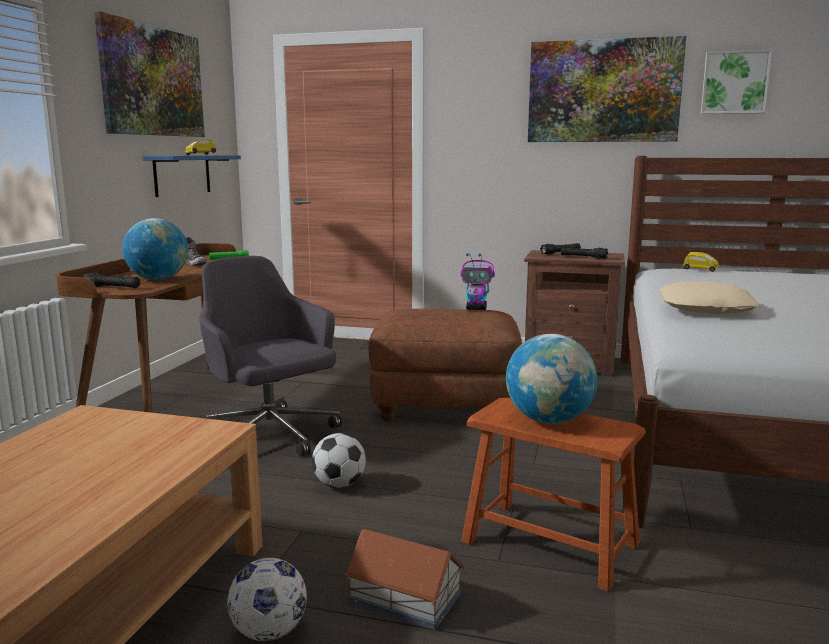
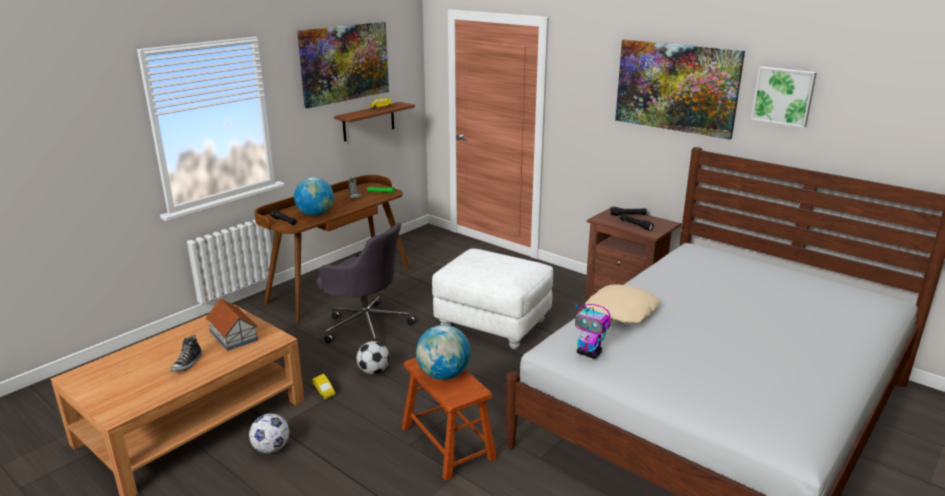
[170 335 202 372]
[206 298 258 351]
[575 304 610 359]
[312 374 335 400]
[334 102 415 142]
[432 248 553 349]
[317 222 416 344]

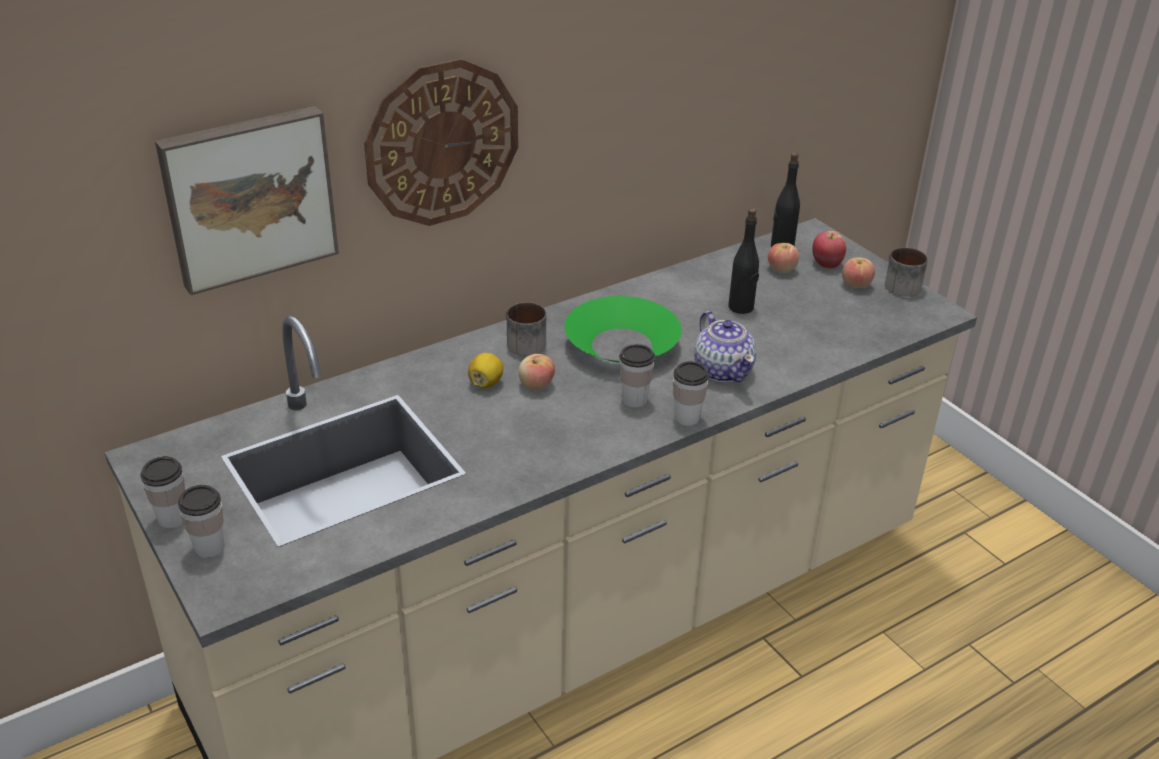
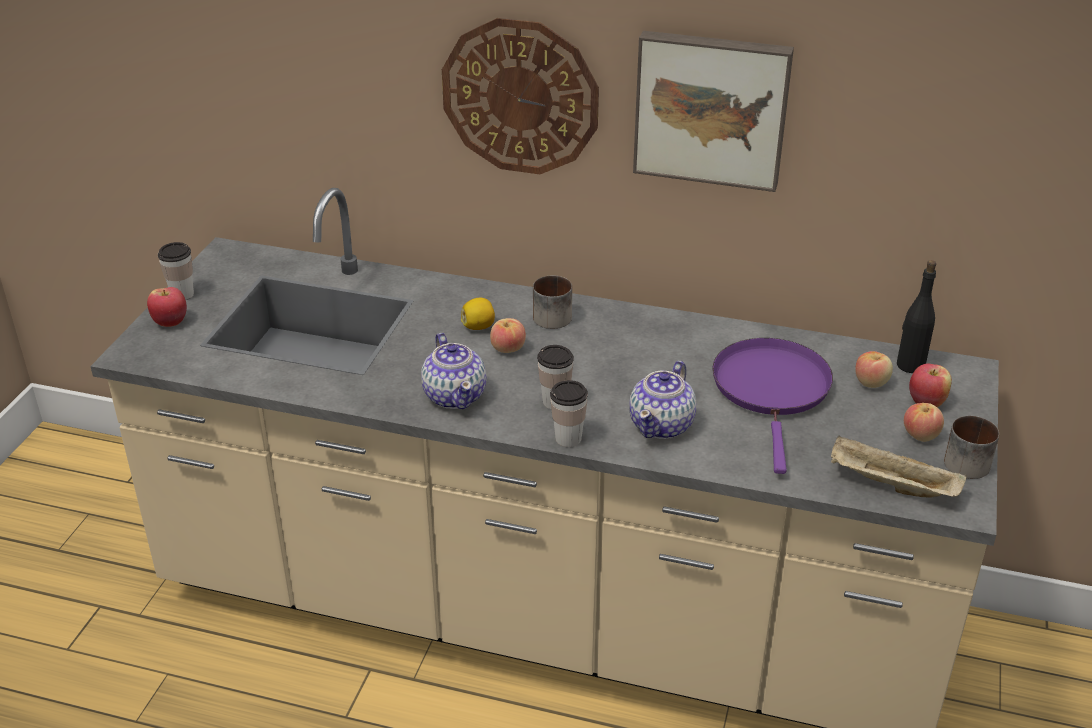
[564 296 682 363] (first image)
[421 333 486 409]
[831 435 967 498]
[633 31 794 192]
[147 287 187 327]
[712 338 833 474]

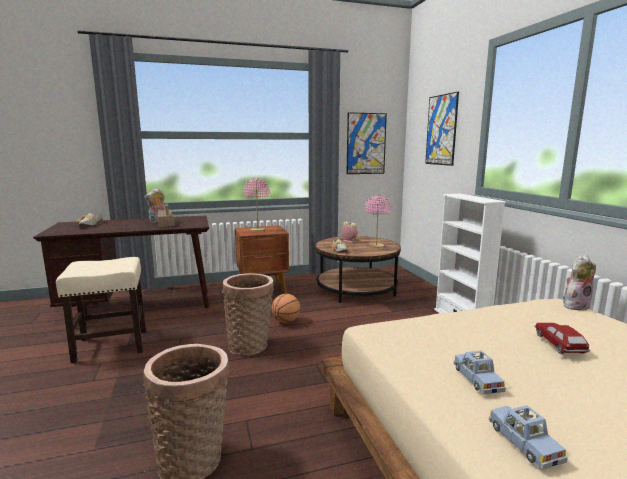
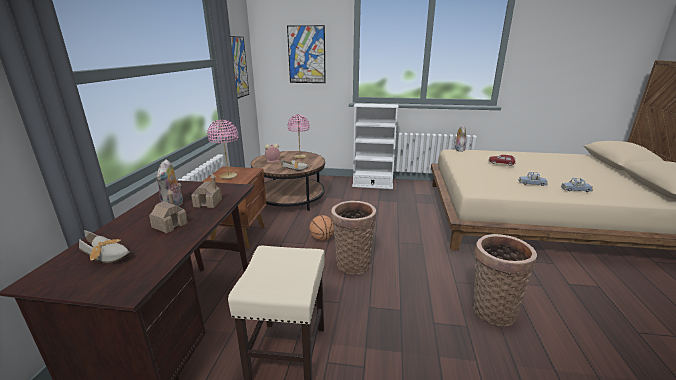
[149 189 187 233]

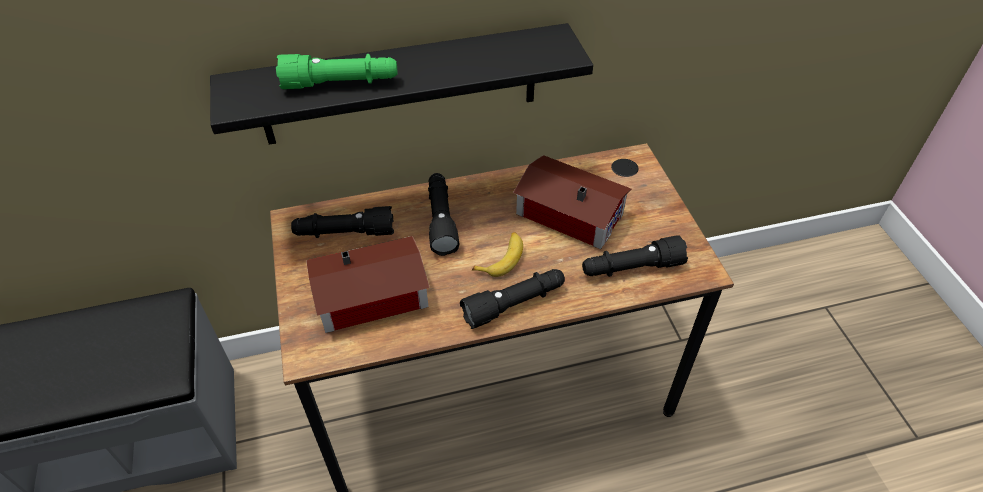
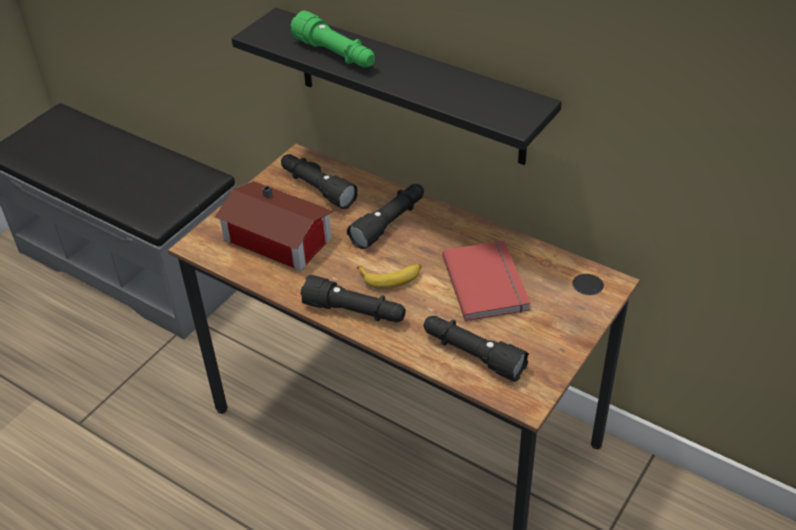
[442 240 531 321]

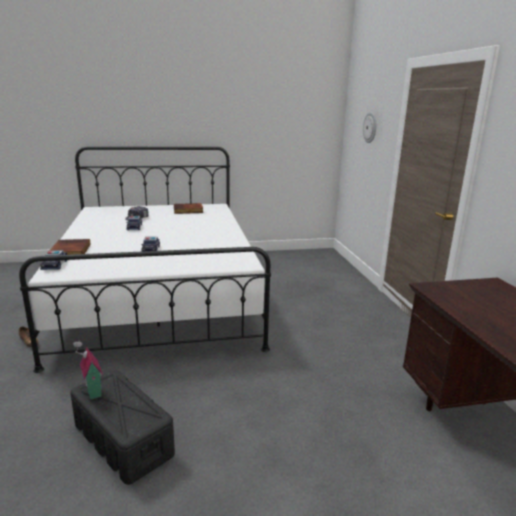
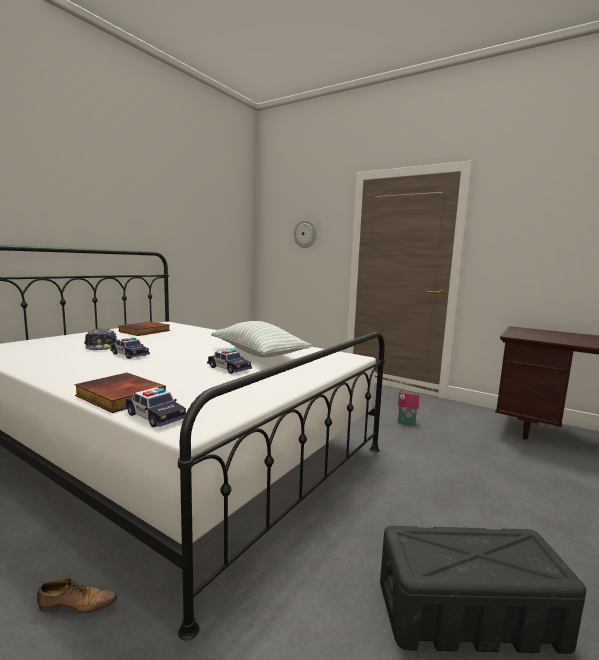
[211 321 312 357]
[397 388 419 425]

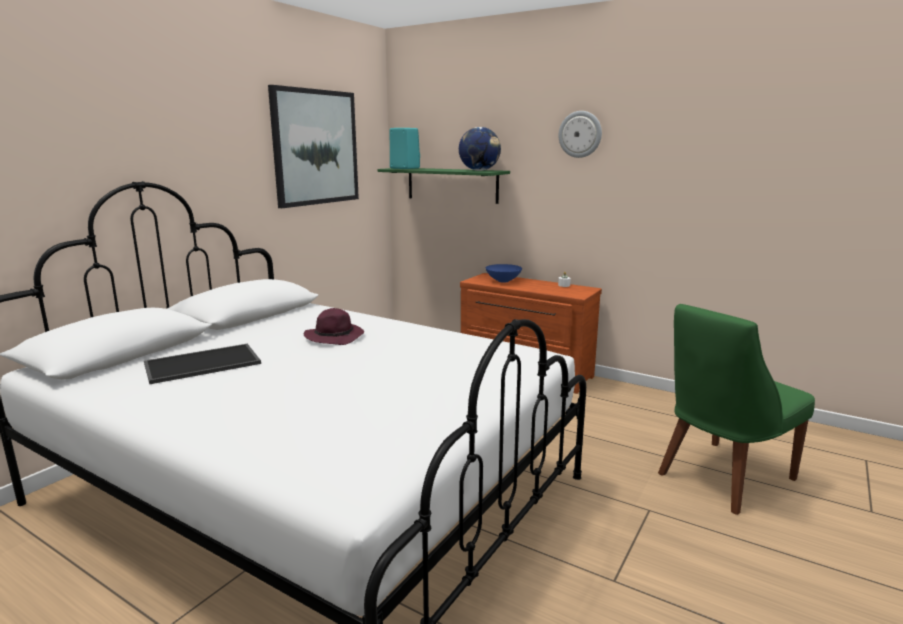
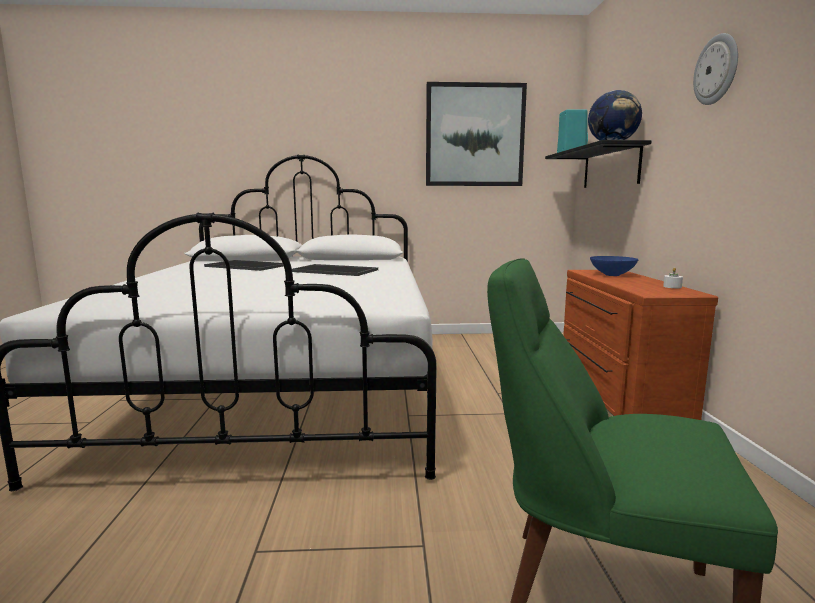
[292 264 378 276]
[545 140 652 188]

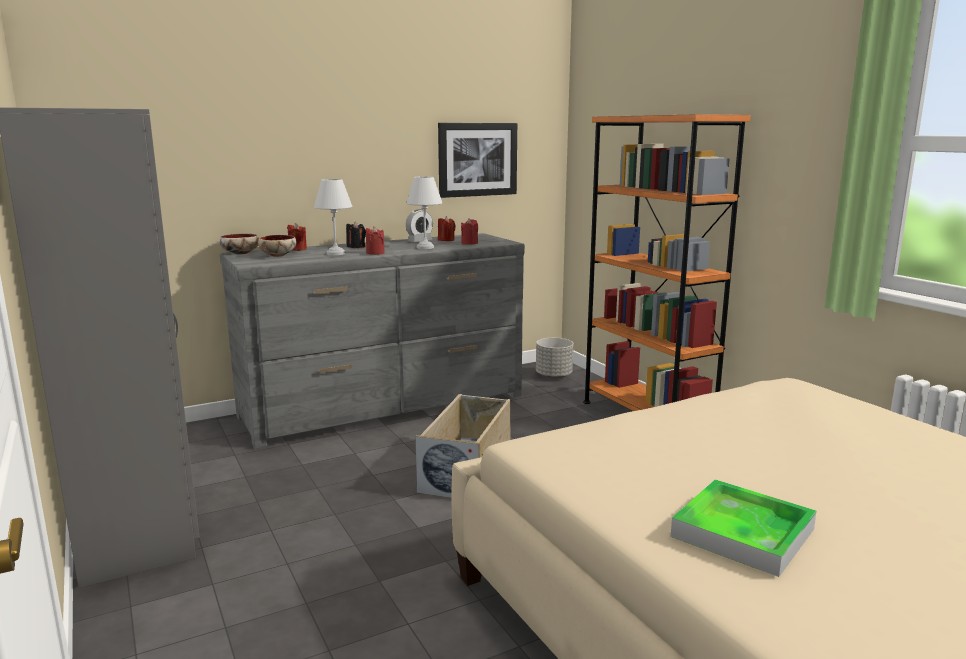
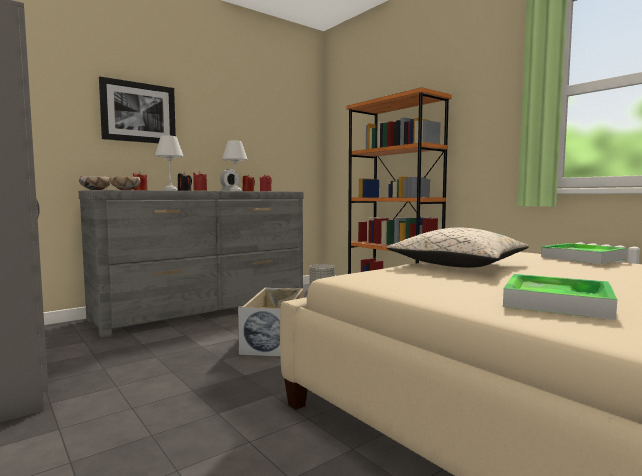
[387 227 529 268]
[541 243 627 264]
[99 77 176 143]

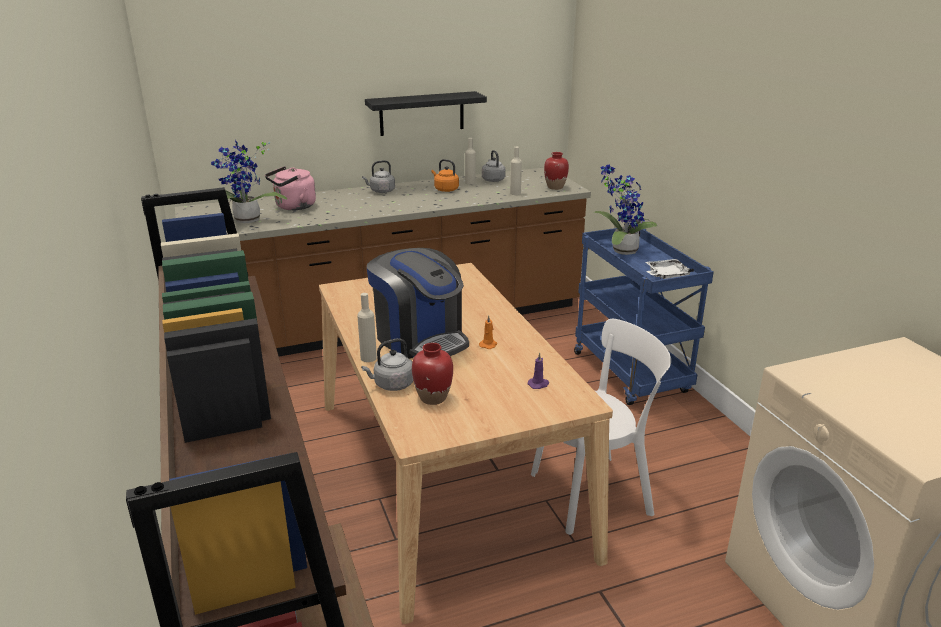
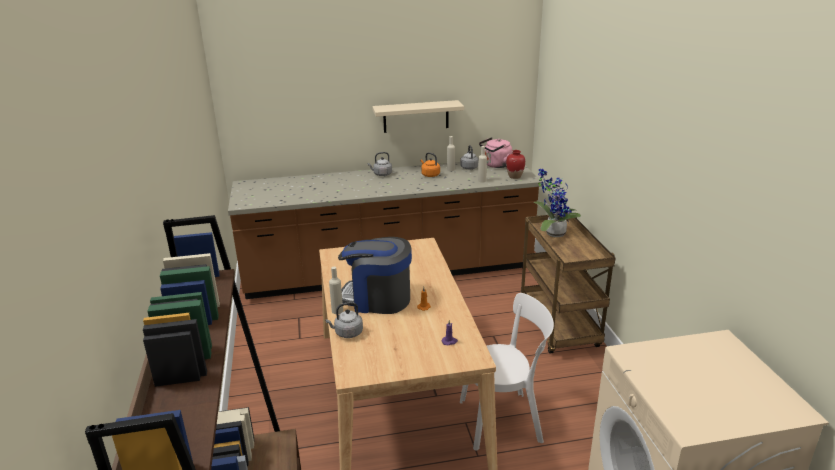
[211 140 288 223] (first image)
[412 343 453 405] (first image)
[646 259 694 279] (first image)
[479 137 512 168]
[372 100 464 133]
[521 213 615 354]
[338 237 412 314]

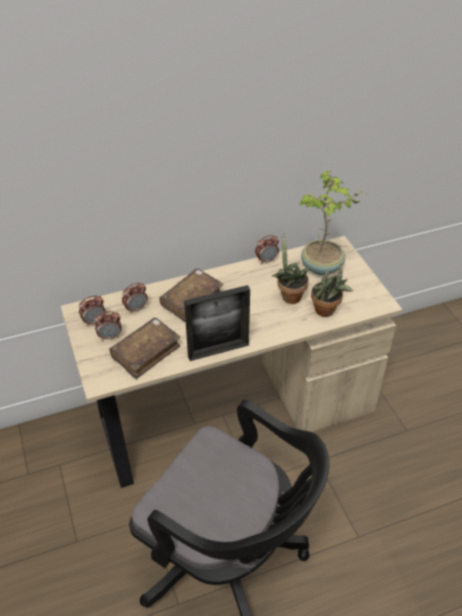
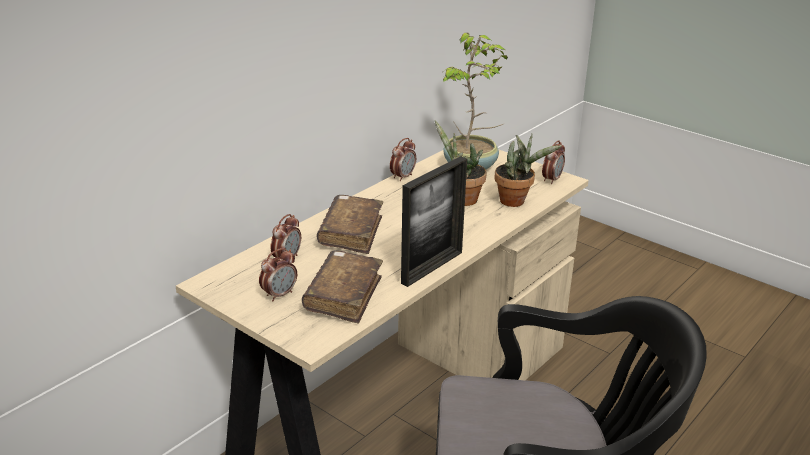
[542 140 565 184]

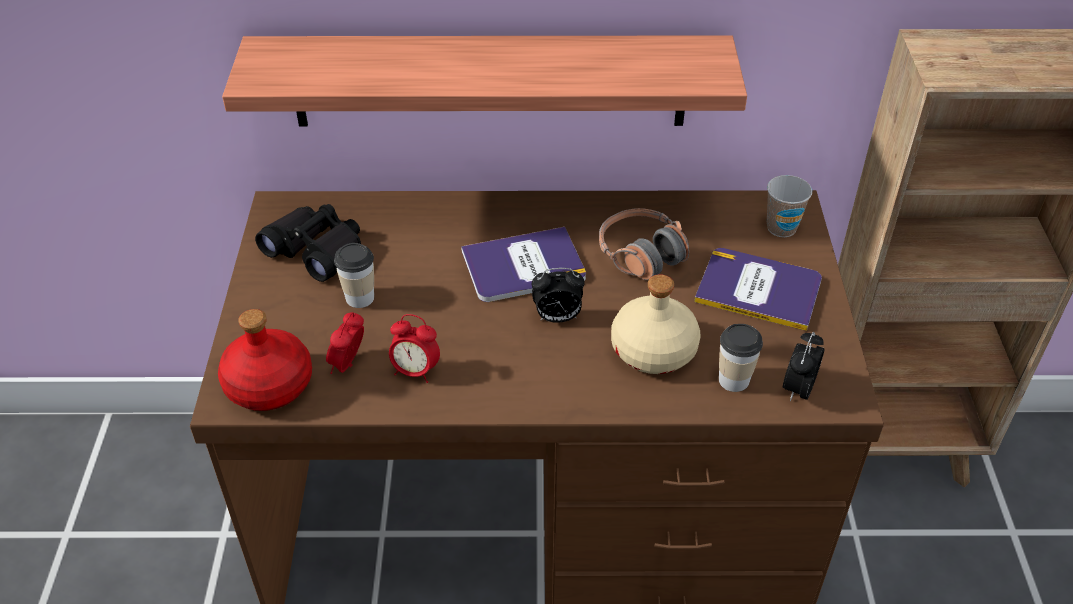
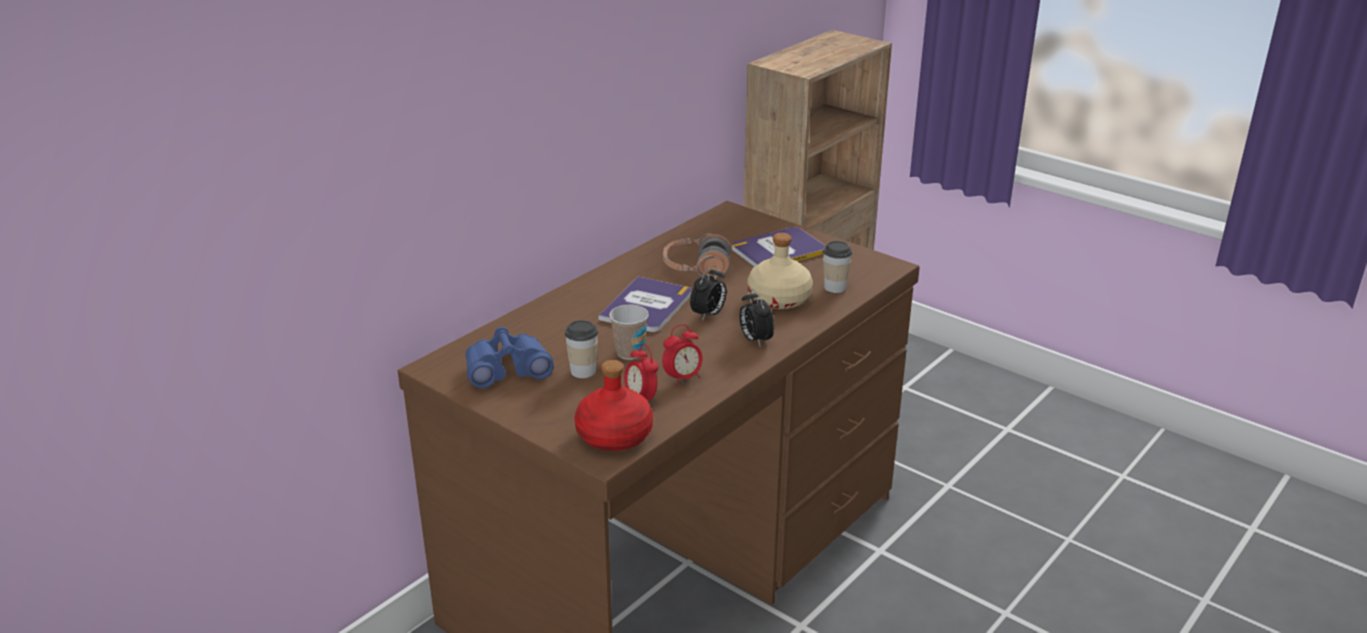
[222 35 747 127] (first image)
[609 305 649 360]
[739 289 774 347]
[466 327 554 388]

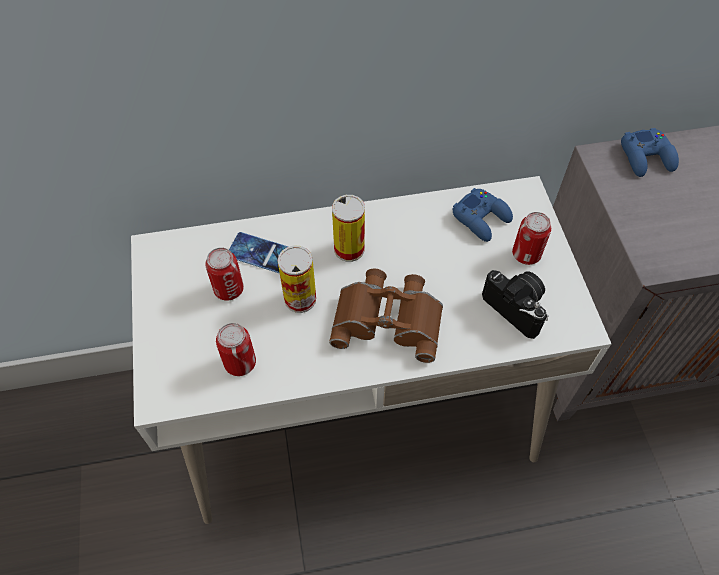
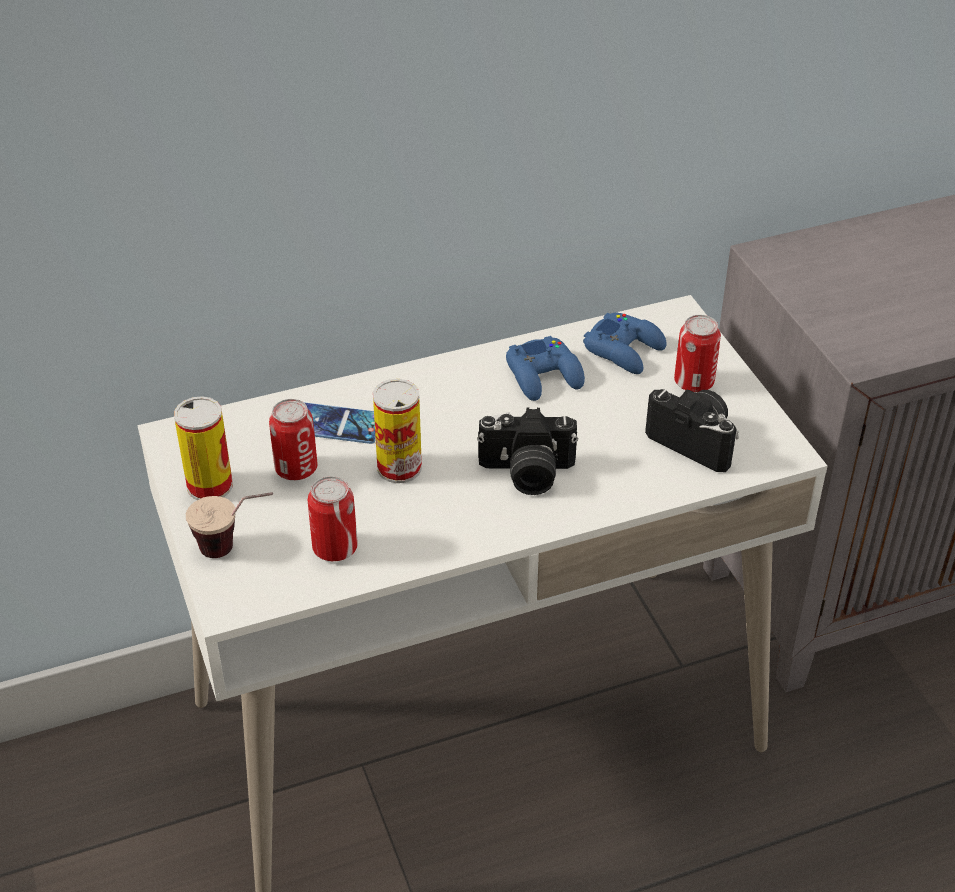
[186 492 273 558]
[174 396 233 500]
[506 336 585 401]
[477 408 578 495]

